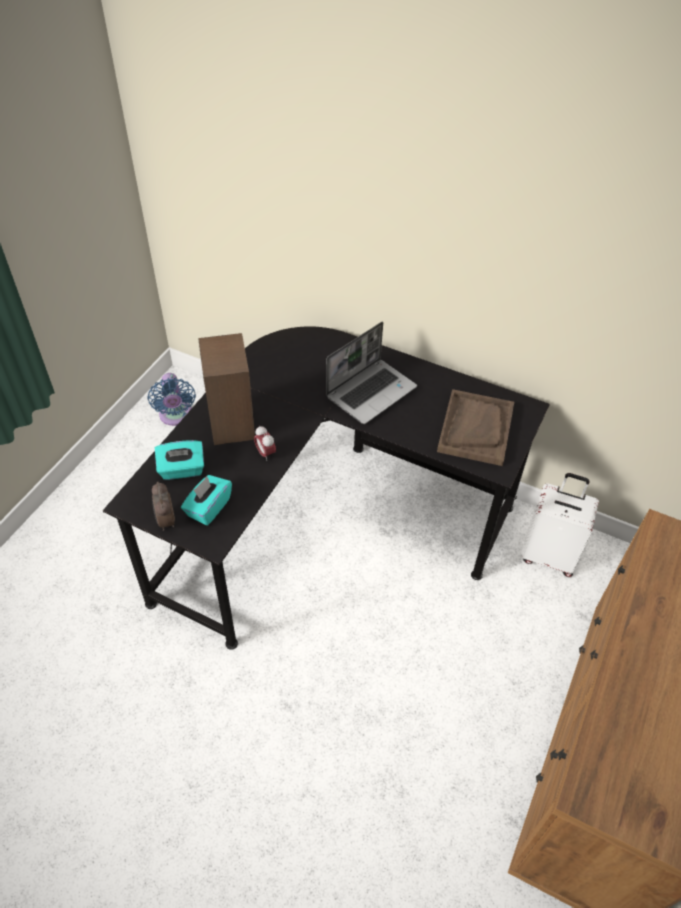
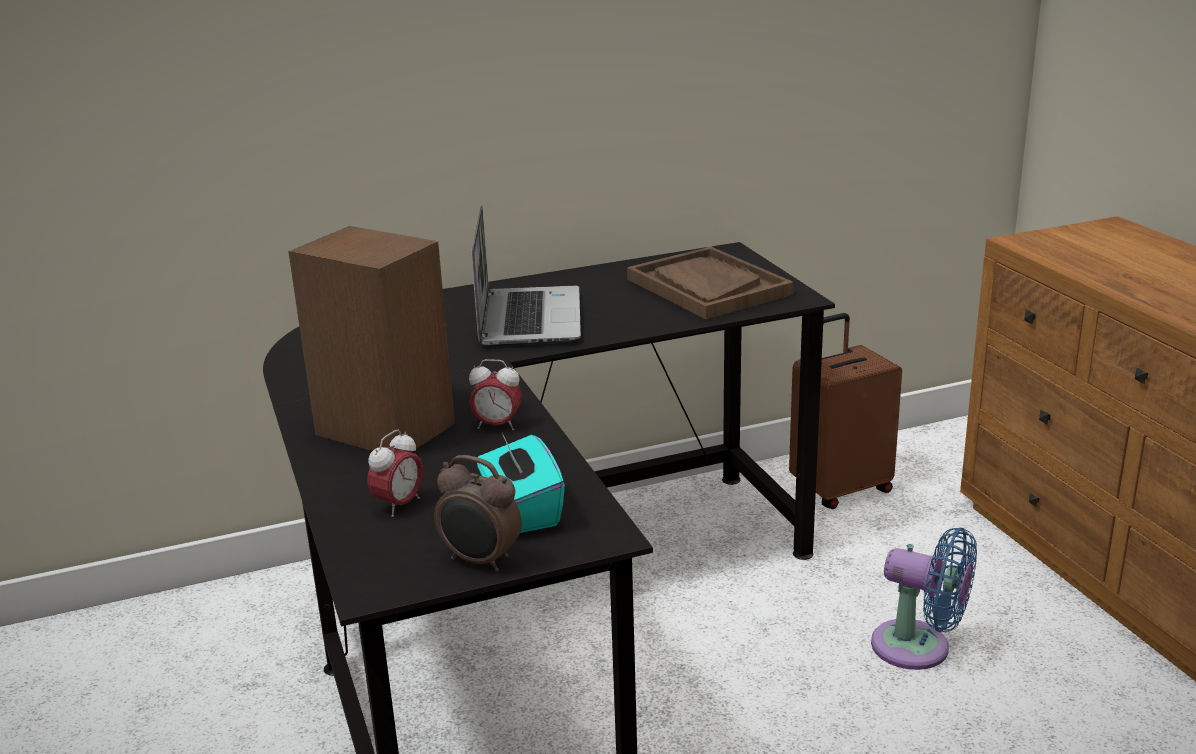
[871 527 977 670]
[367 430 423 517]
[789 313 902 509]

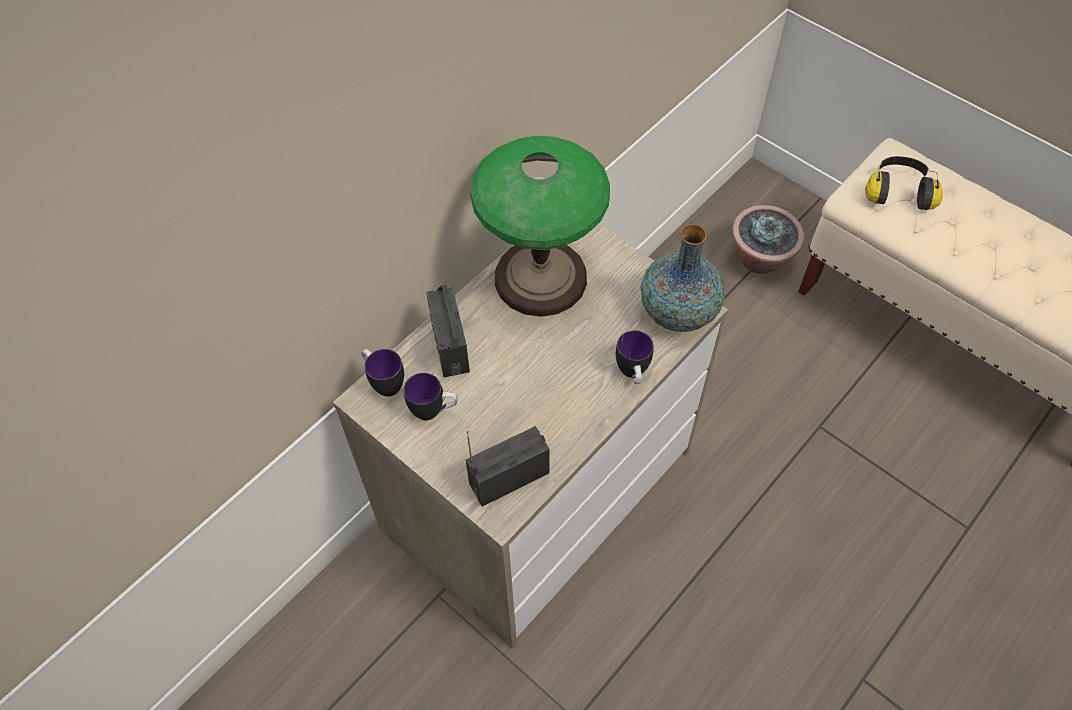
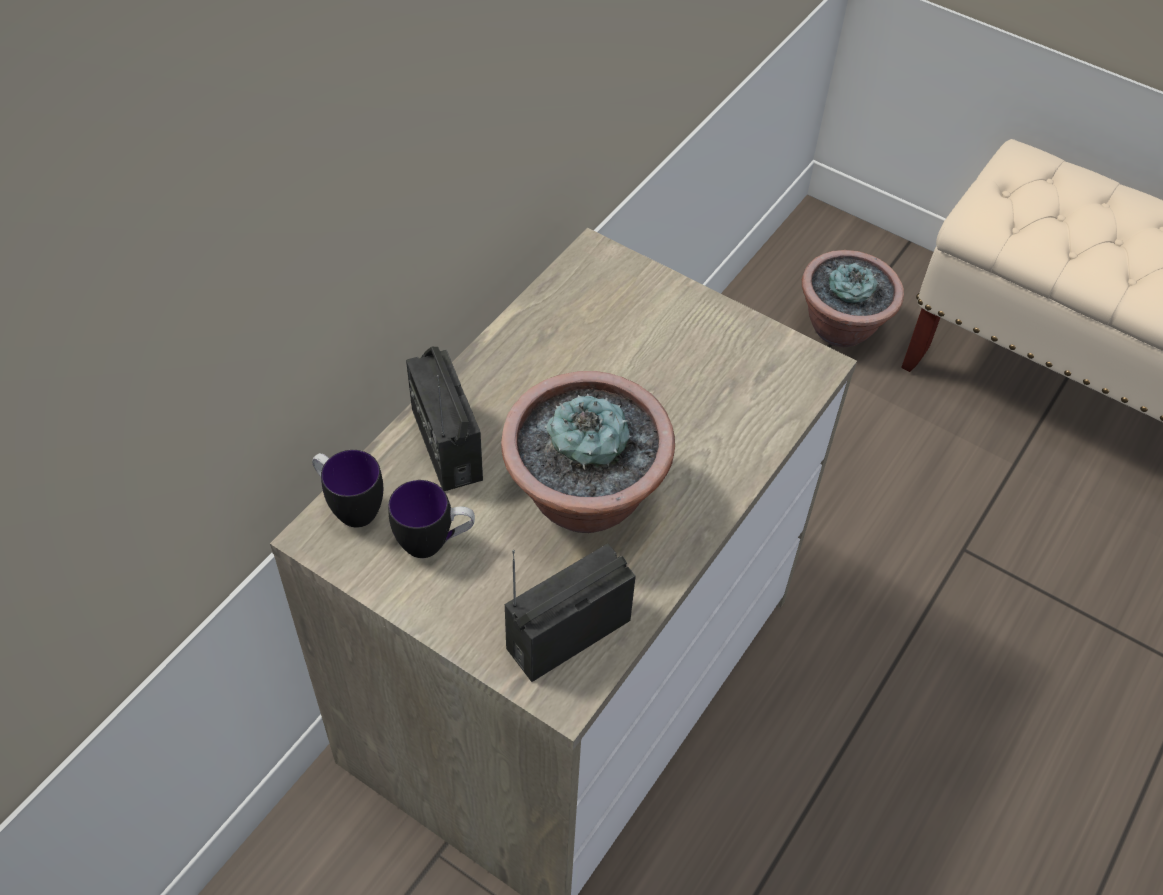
[470 136 610 317] (first image)
[616 330 654 384] (first image)
[640 224 725 332] (first image)
[865 156 943 210] (first image)
[501 371 675 533]

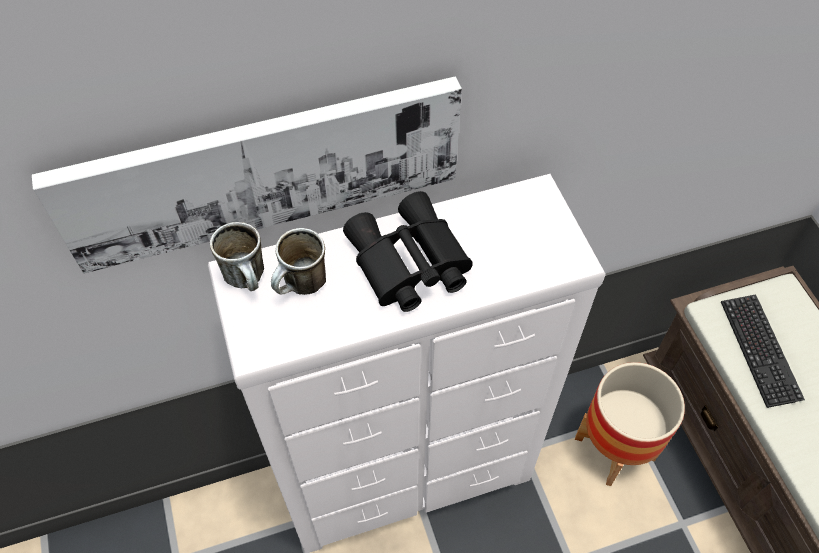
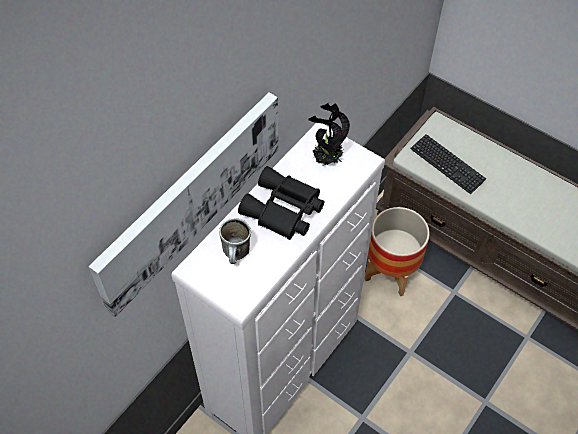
[210 222 264 291] (first image)
[308 102 350 166]

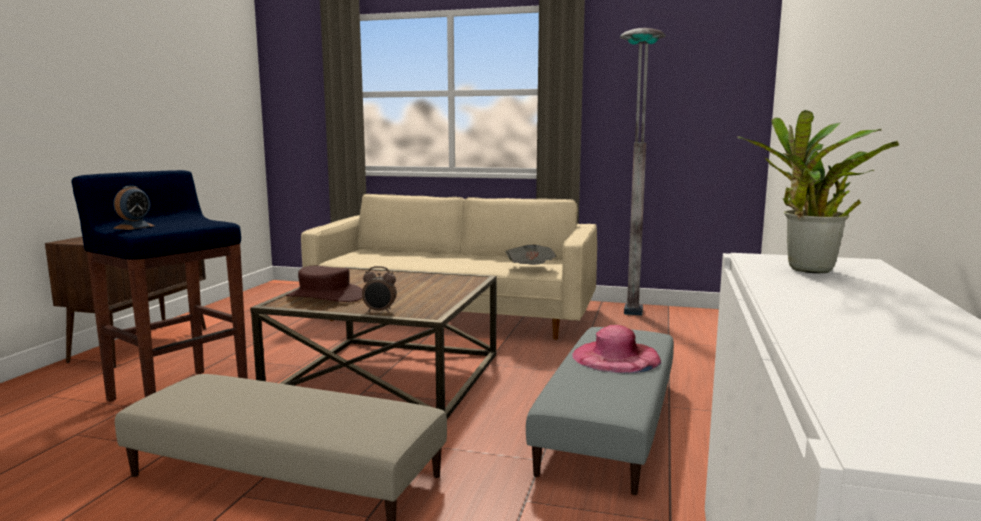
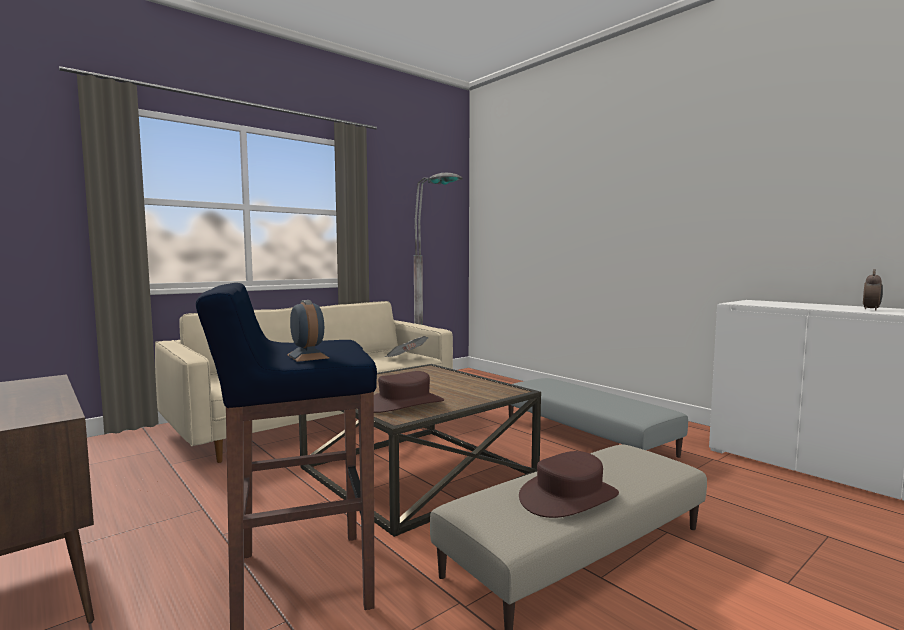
[572 325 661 373] (first image)
[737 110 899 273] (first image)
[519 451 619 518]
[863 269 883 311]

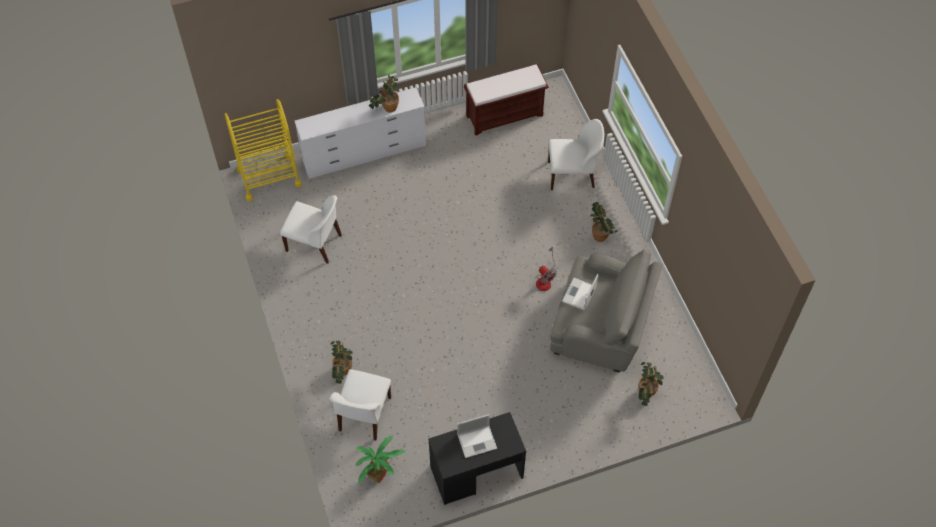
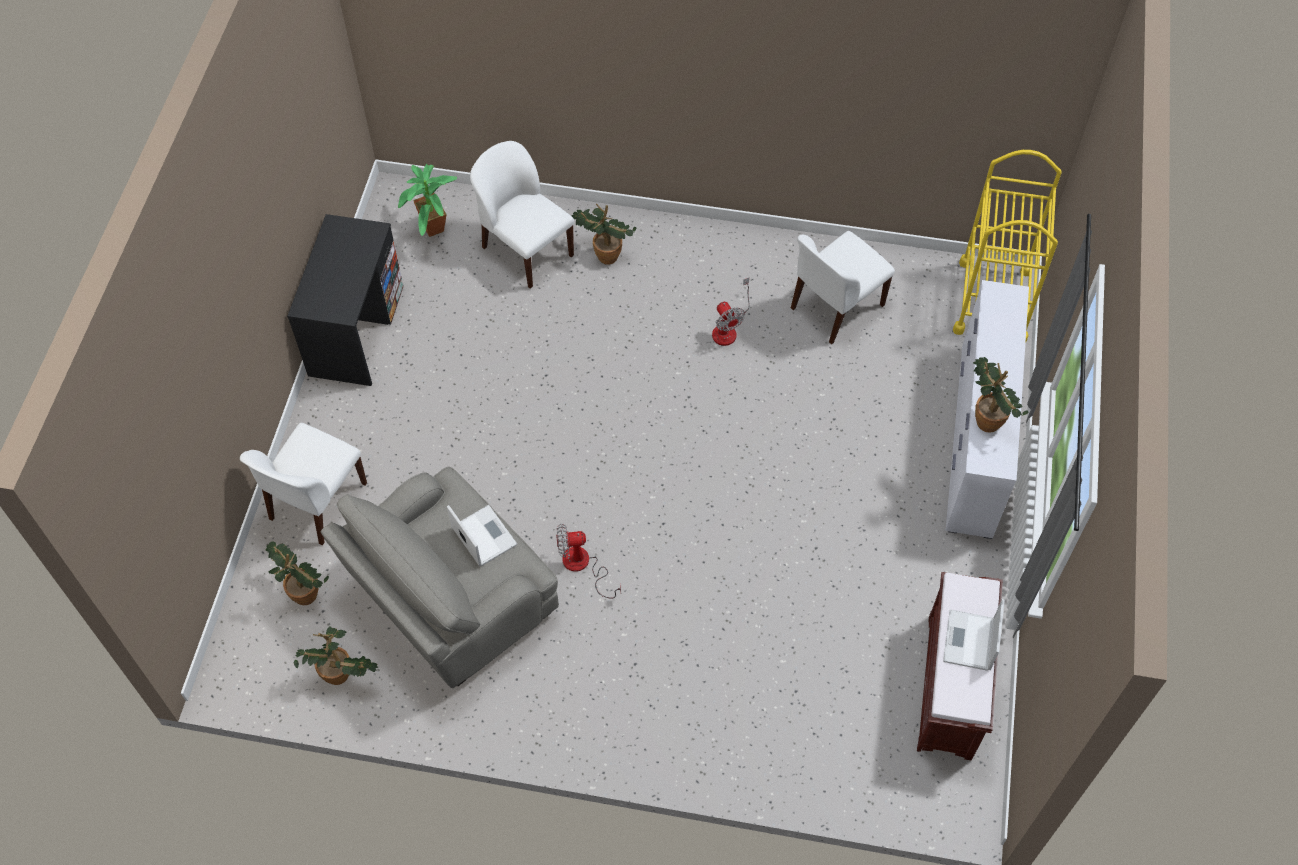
[712 278 750 346]
[943 599 1005 671]
[240 423 367 545]
[294 626 378 685]

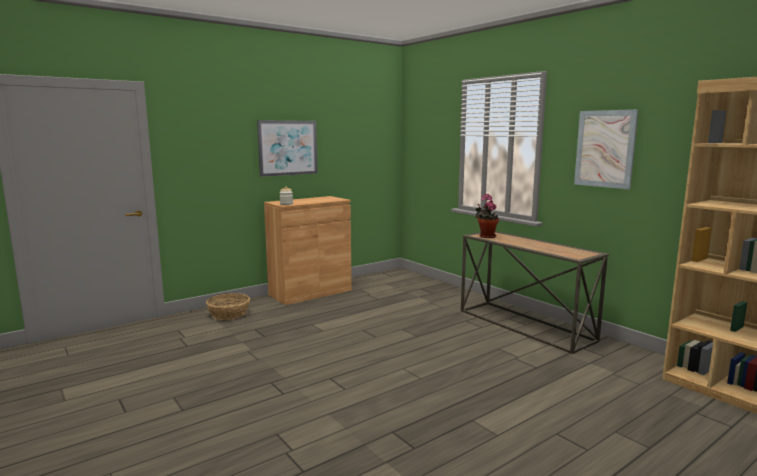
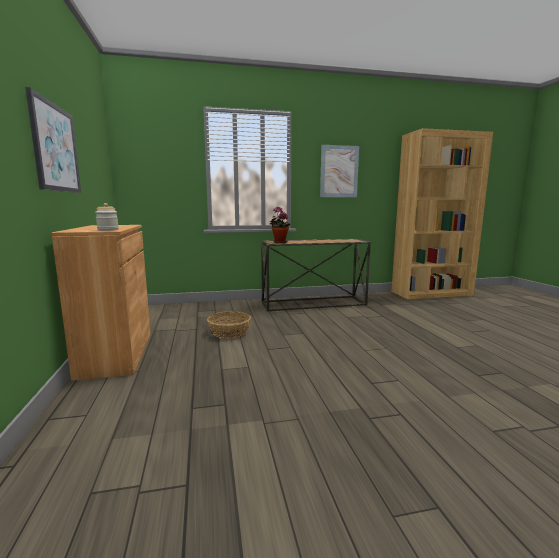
[207 311 251 339]

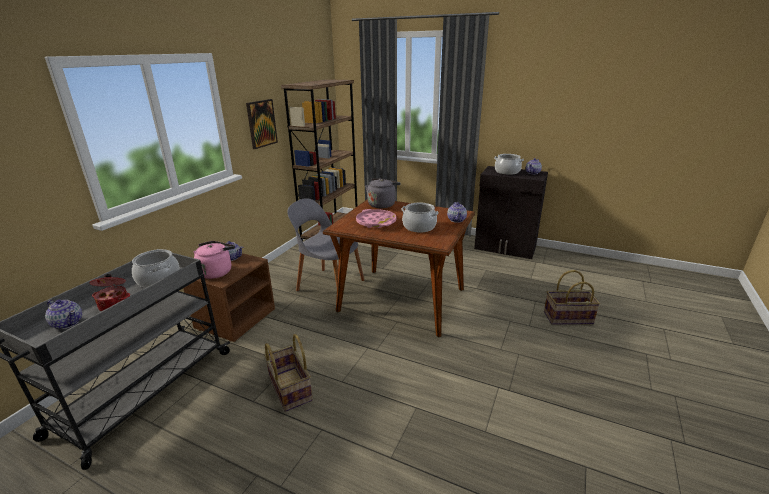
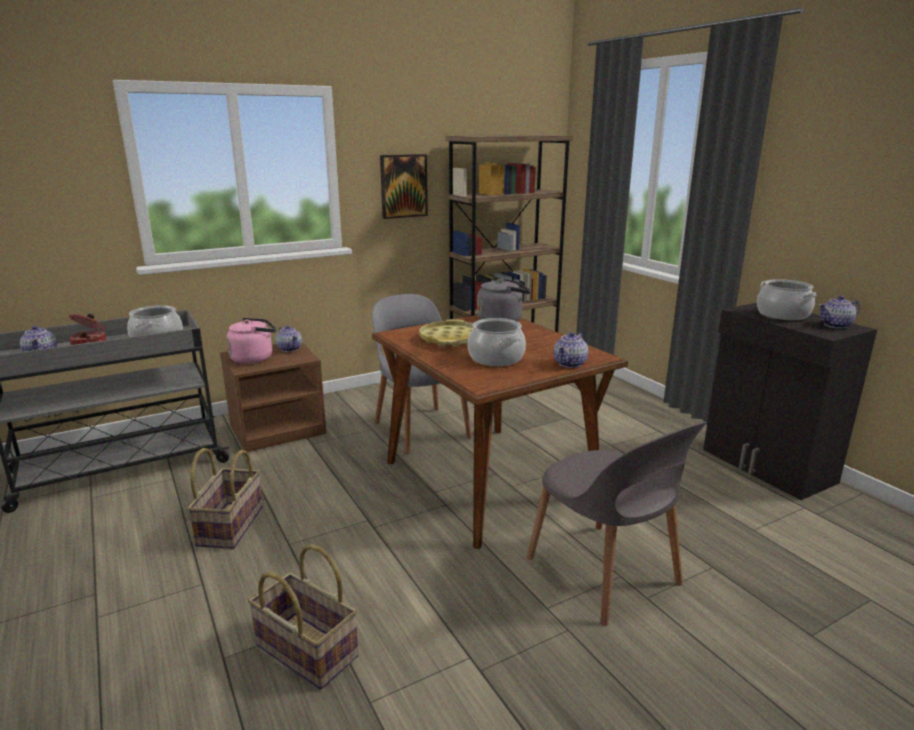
[527 422 707 626]
[248 544 359 690]
[419 319 473 347]

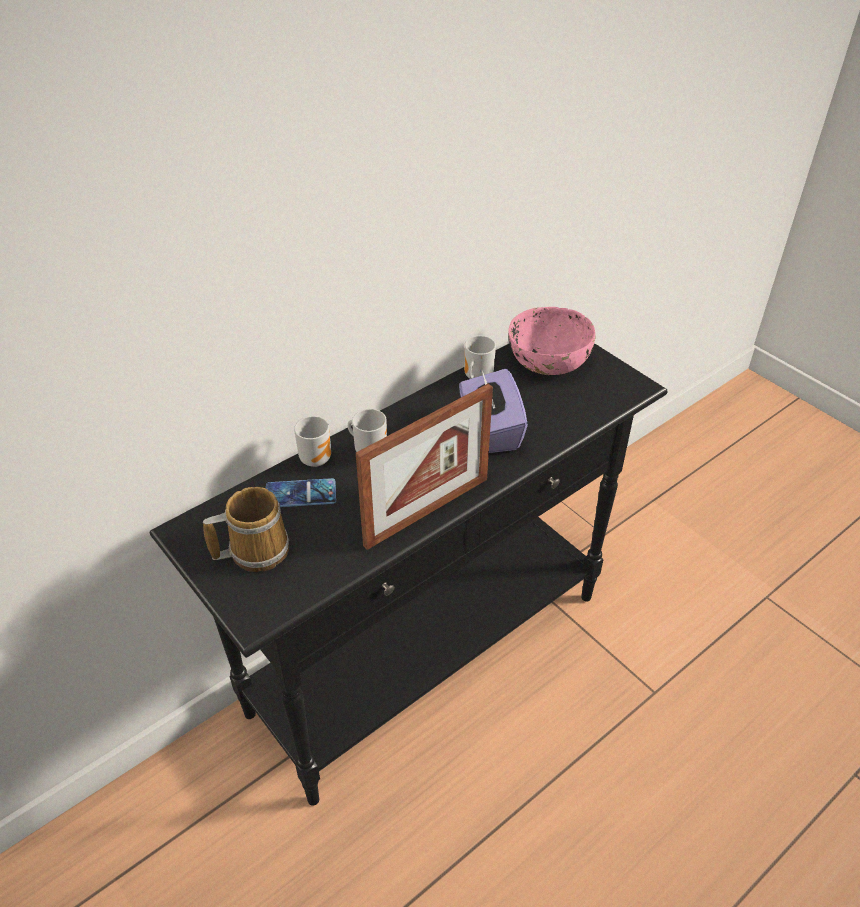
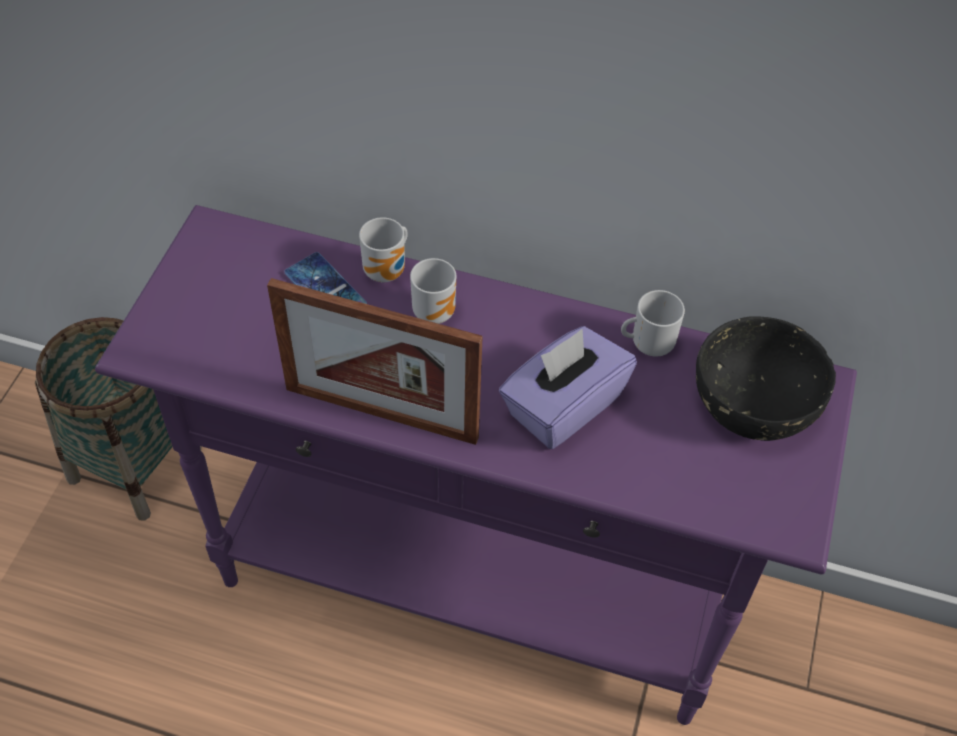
[203 487 289 572] (first image)
[35 317 202 521]
[95 205 857 725]
[696 316 836 441]

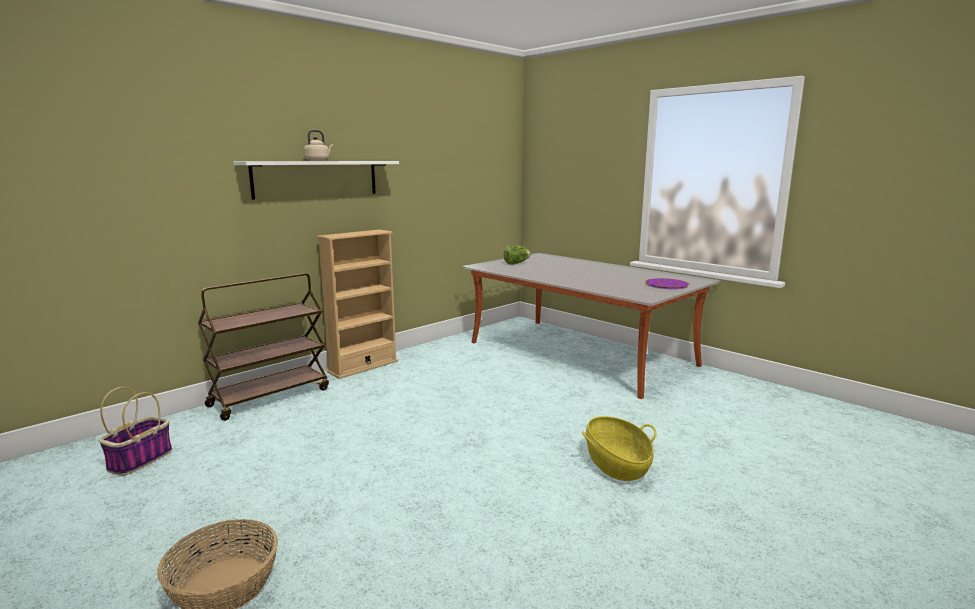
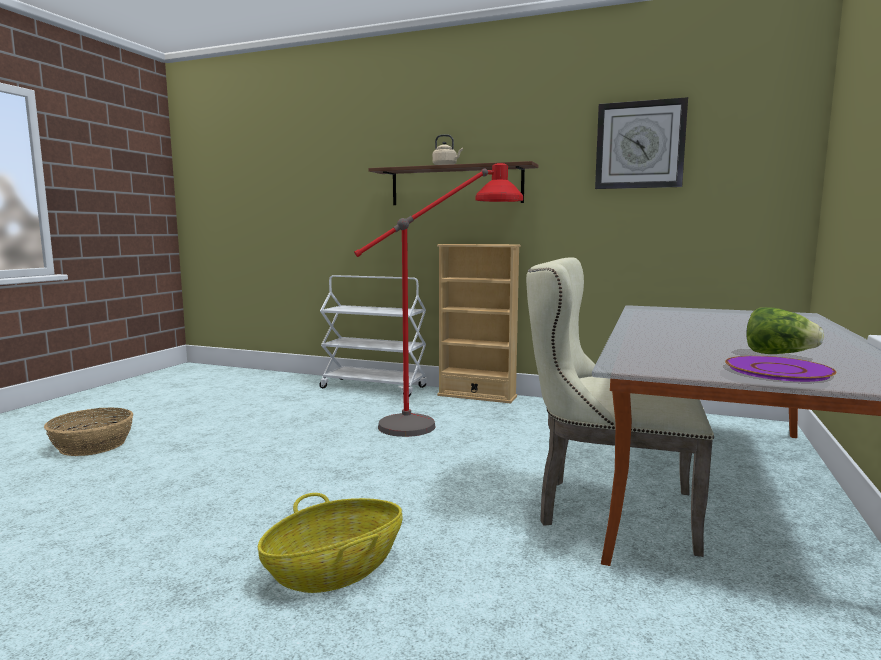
[99 387 172 476] (first image)
[354 163 523 437]
[526 257 714 557]
[595 97 688 189]
[746 307 824 354]
[319 275 428 397]
[368 161 539 205]

